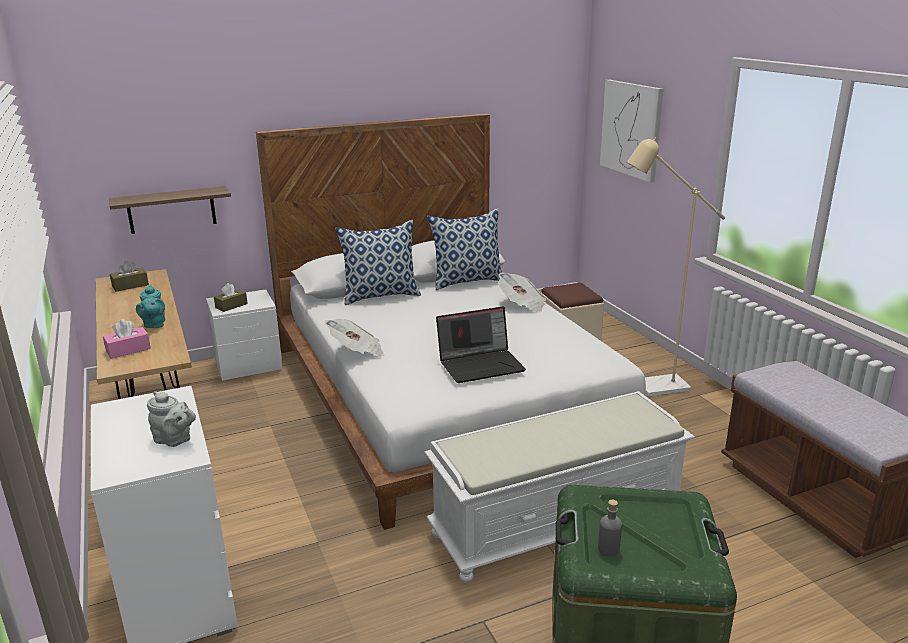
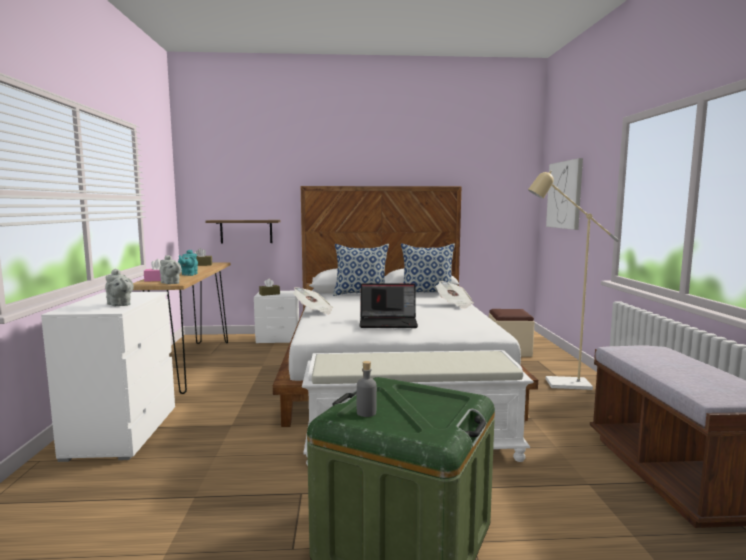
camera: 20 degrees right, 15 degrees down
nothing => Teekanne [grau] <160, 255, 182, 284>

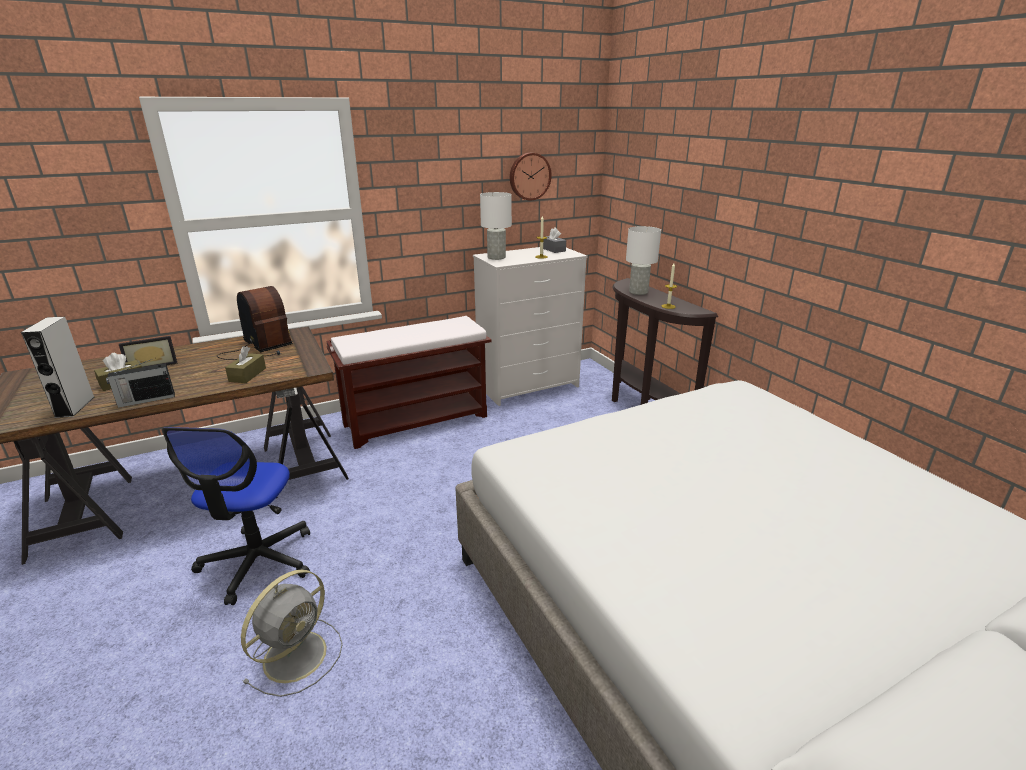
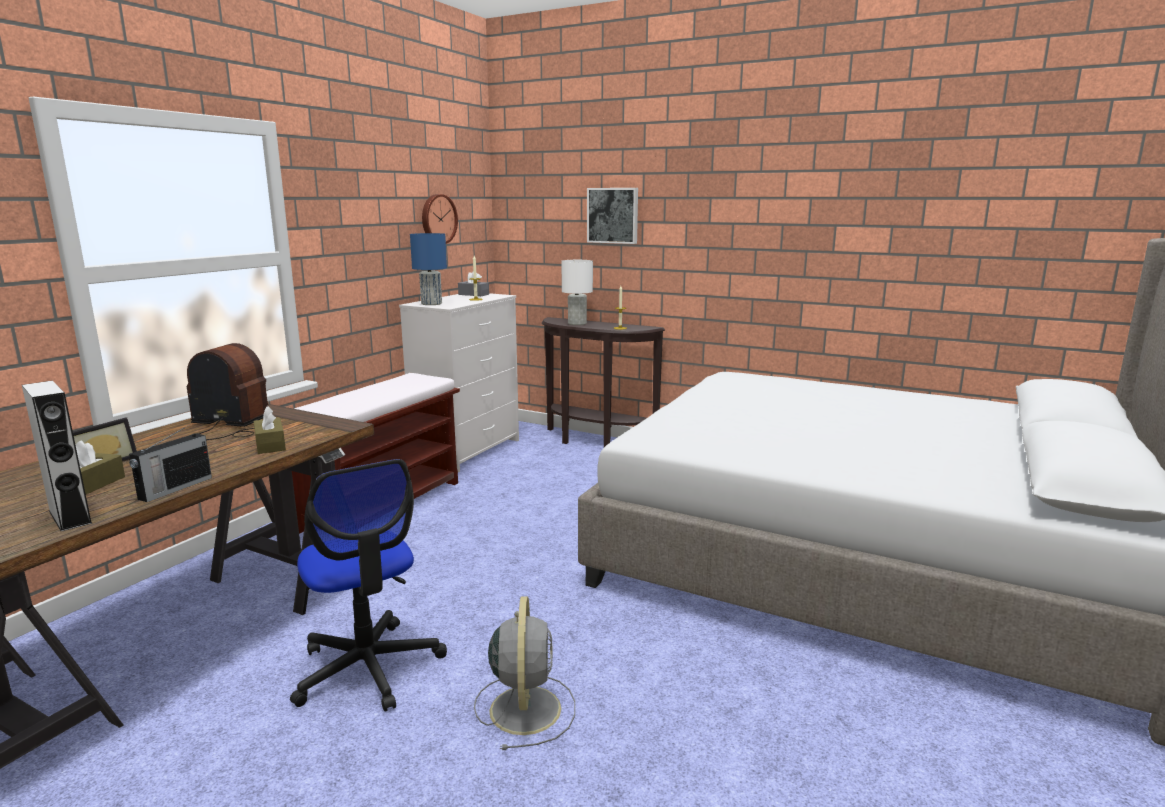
camera: 35 degrees left, 10 degrees down
Tischlampe [weiß] <480, 192, 512, 260> => Tischlampe [blau] <410, 233, 447, 305>
nothing => Bild <587, 188, 638, 244>

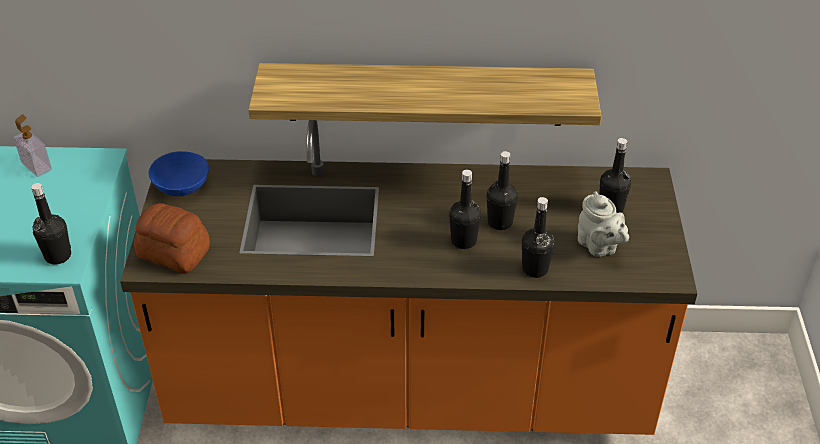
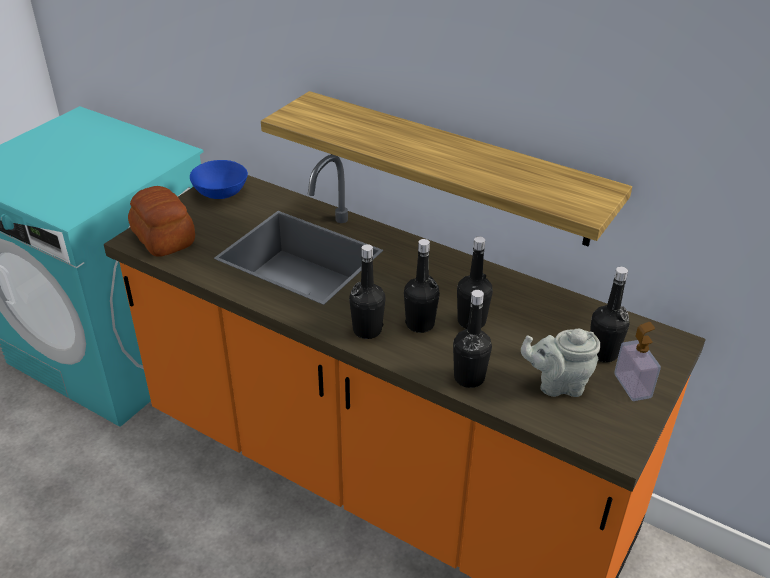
camera: 30 degrees right, 5 degrees down
Flasche [schwarz] <31, 183, 71, 264> => Flasche [schwarz] <349, 244, 385, 339>, moved
Teekanne [grau] <578, 191, 629, 257> => Teekanne [grau] <521, 328, 600, 397>, 90 degrees clockwise
Seifenspender <14, 114, 52, 177> => Seifenspender <614, 322, 661, 401>, moved

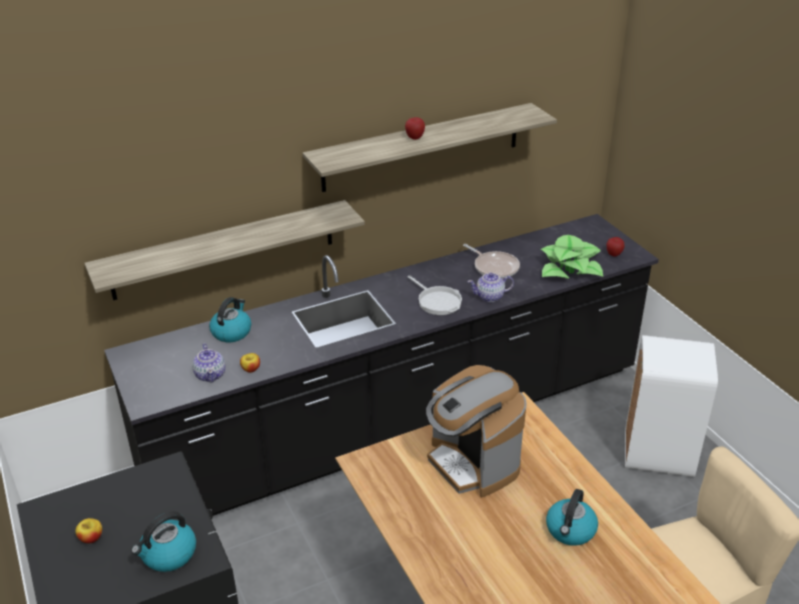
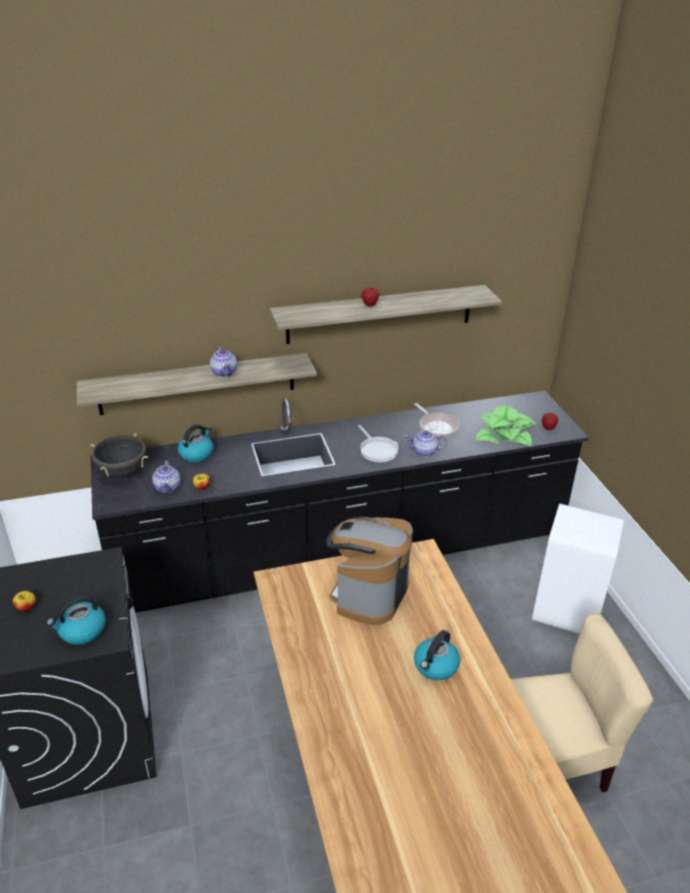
camera: 10 degrees right, 0 degrees up
nothing => Kochtopf [schwarz] <90, 433, 148, 478>
nothing => Teekanne <210, 347, 237, 377>
Kaffeemaschine <426, 365, 526, 497> => Kaffeemaschine <326, 517, 413, 625>, 45 degrees clockwise

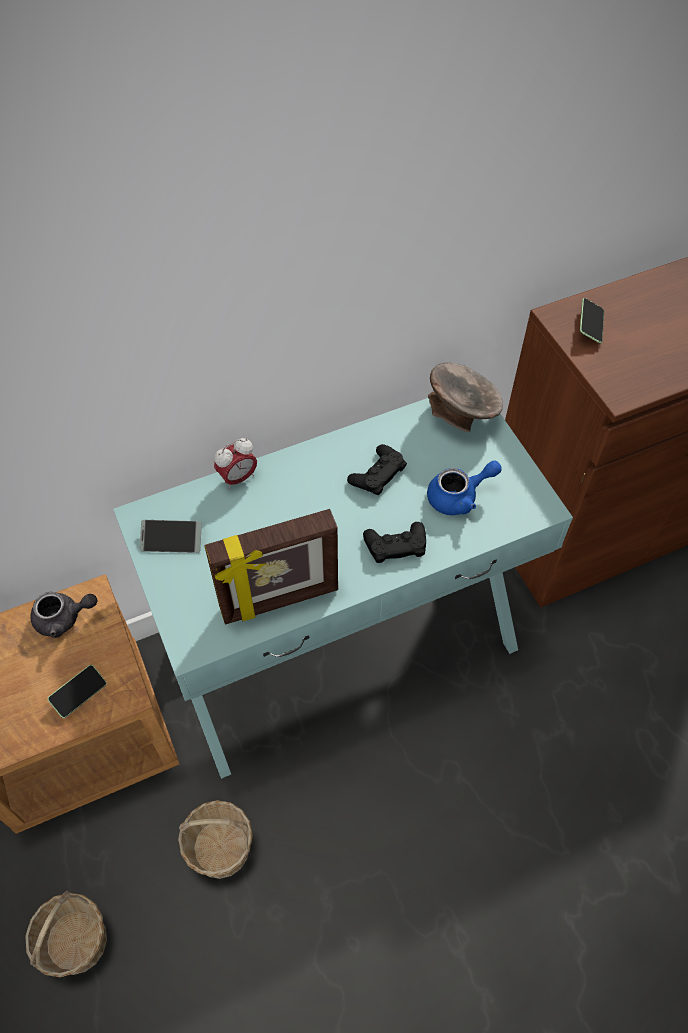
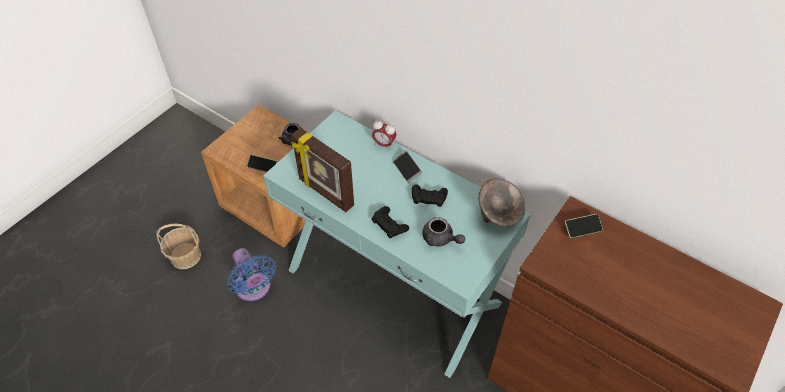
camera: 60 degrees right, 5 degrees down
Korb <178, 800, 253, 879> => Ventilator [blau] <227, 248, 276, 301>
Handy <140, 520, 202, 553> => Handy <392, 150, 422, 183>, moved
Teekanne [blau] <427, 461, 502, 515> => Teekanne [grau] <422, 217, 465, 246>

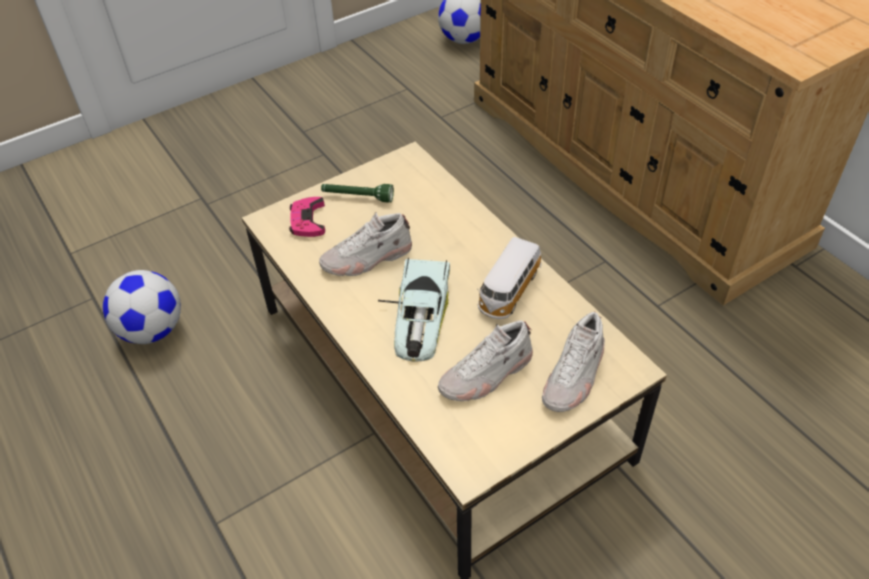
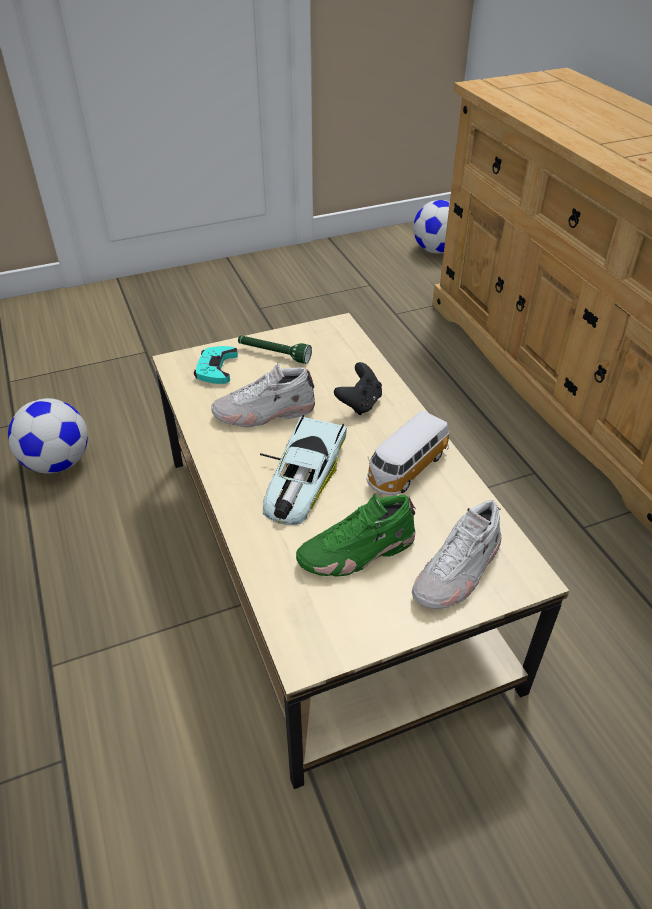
camera: 10 degrees right, 5 degrees down
Gamepad [rosa] <289, 197, 325, 237> => Gamepad [türkis] <194, 346, 238, 384>
Schuh [weiß] <438, 320, 533, 401> => Schuh [grün] <296, 493, 416, 577>
nothing => Gamepad [schwarz] <334, 362, 382, 415>

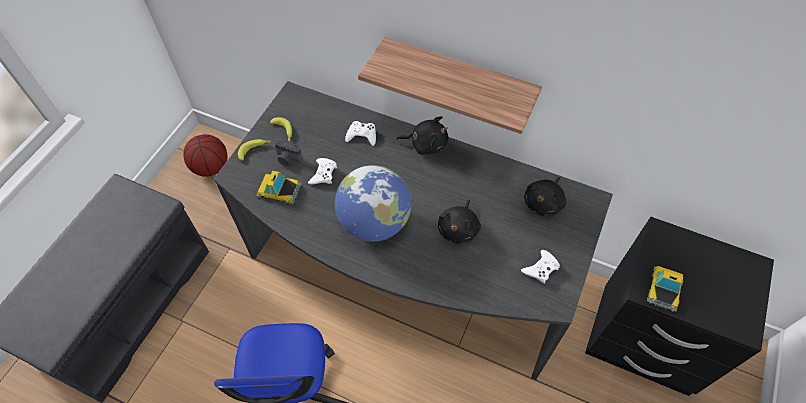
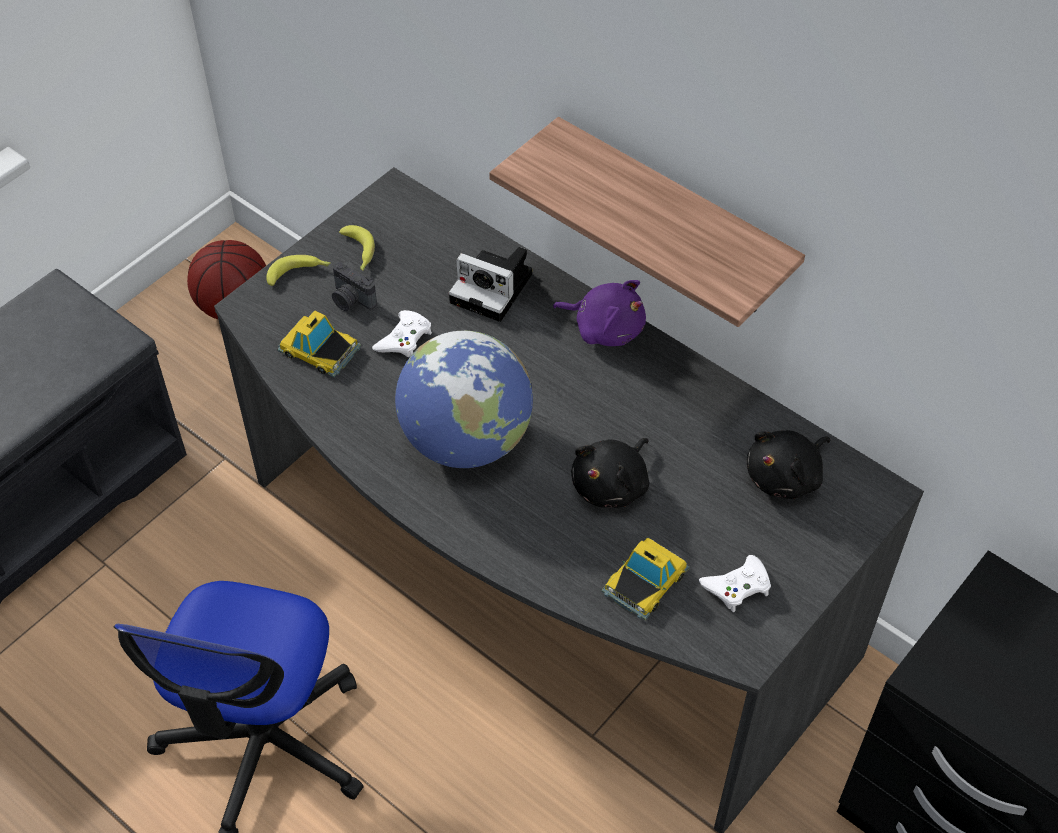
camera: 15 degrees right, 5 degrees down
Gamepad [weiß] <345, 121, 376, 146> => Kamera <449, 247, 532, 322>
Plüschtier [schwarz] <396, 116, 448, 155> => Plüschtier [lila] <553, 280, 646, 346>
Spielzeugauto <647, 266, 683, 312> => Spielzeugauto <601, 538, 690, 620>, moved

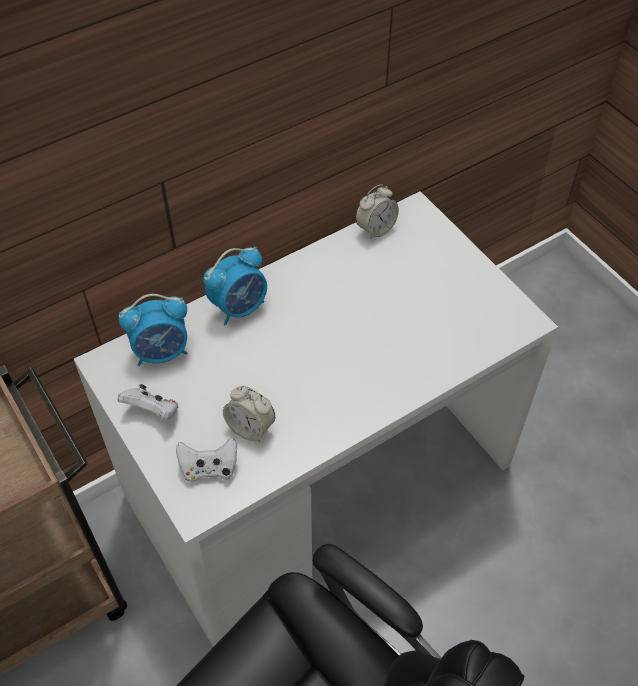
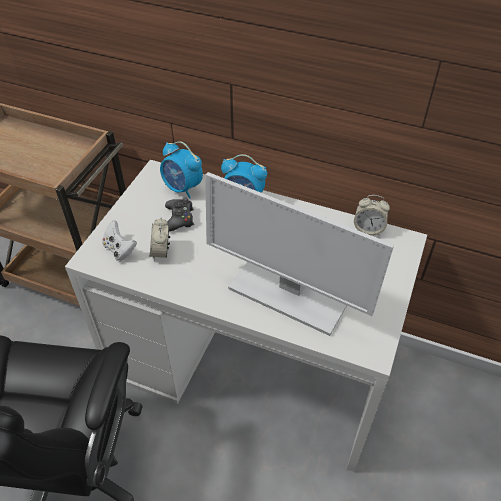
camera: 55 degrees right, 5 degrees down
nothing => Gamepad [schwarz] <165, 198, 194, 231>
nothing => Monitor <205, 172, 394, 336>
Gamepad [weiß] <118, 384, 179, 420> => nothing

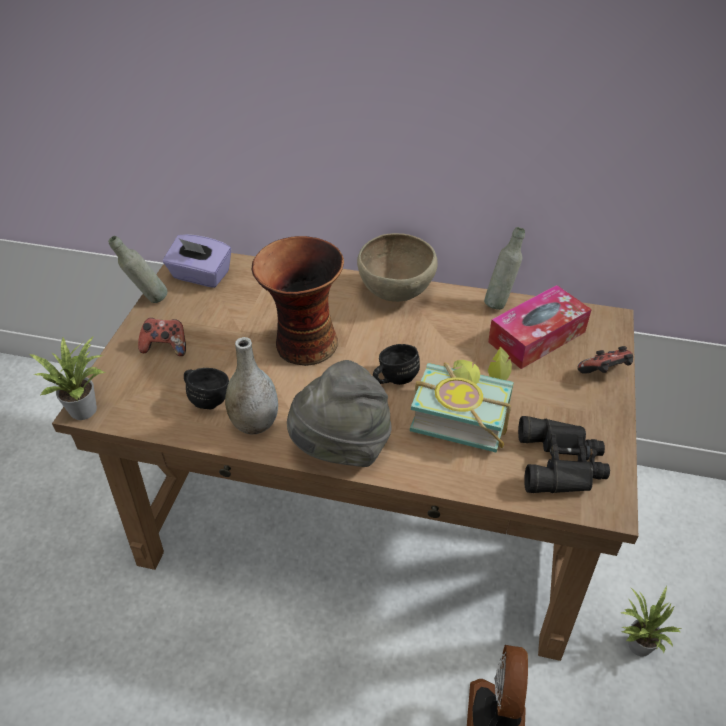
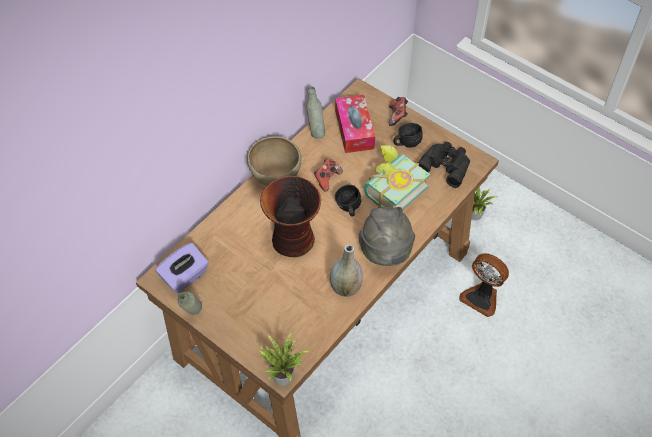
camera: 65 degrees left, 10 degrees up
Gamepad <138, 318, 186, 356> => Gamepad <314, 158, 343, 192>, moved
Henkelbecher [schwarz] <184, 368, 229, 410> => Henkelbecher [schwarz] <393, 123, 423, 148>, moved

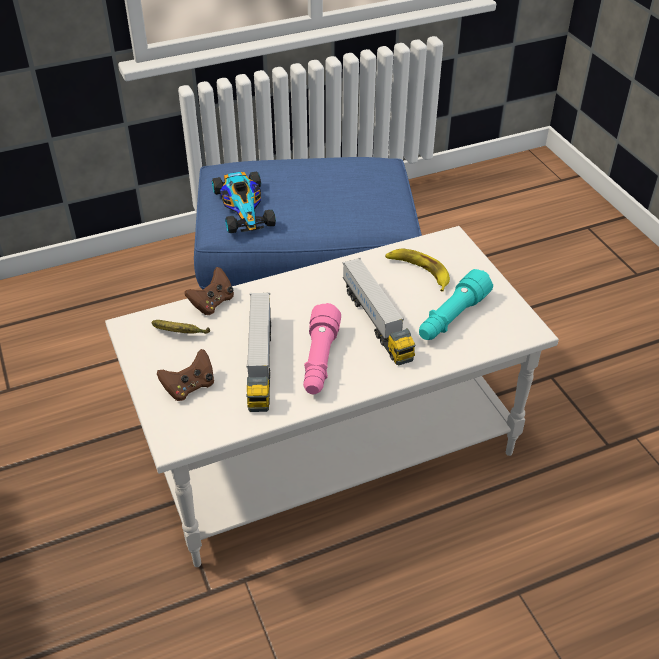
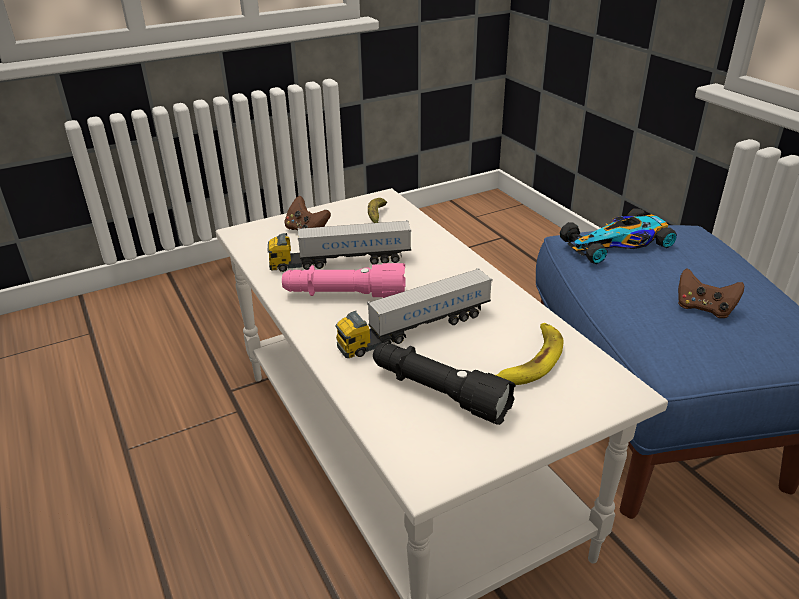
camera: 85 degrees right, 10 degrees down
Taschenlampe [türkis] <419, 269, 493, 340> => Taschenlampe [schwarz] <373, 342, 516, 425>
Gamepad [braun] <185, 267, 234, 315> => Gamepad [braun] <678, 268, 744, 318>, moved

